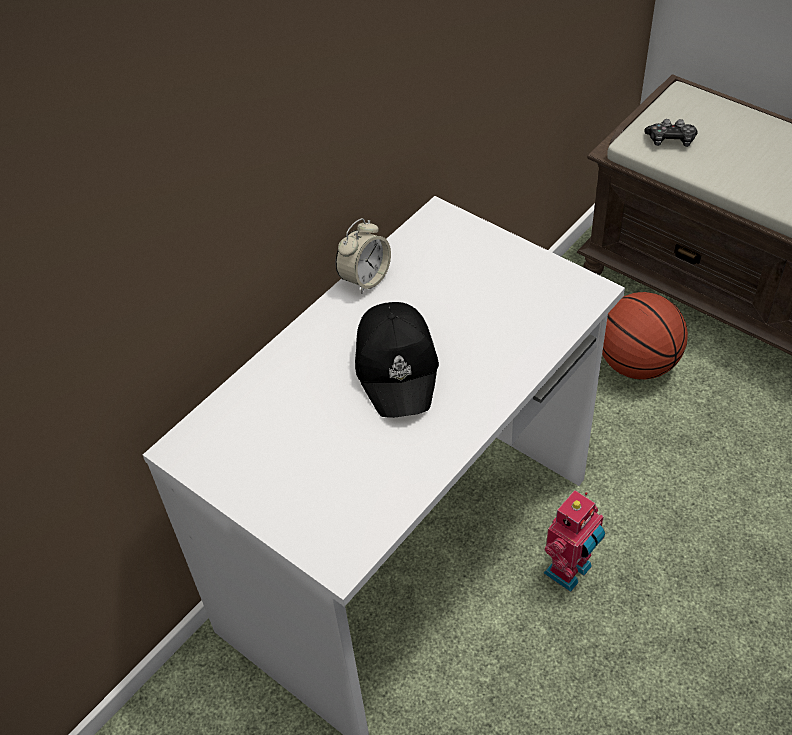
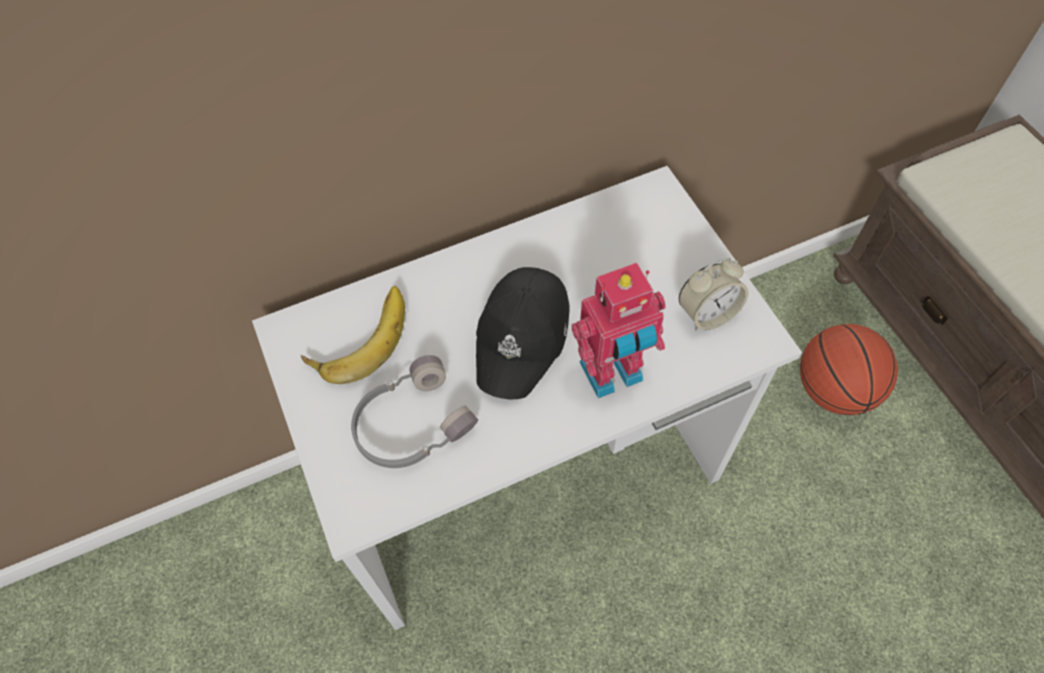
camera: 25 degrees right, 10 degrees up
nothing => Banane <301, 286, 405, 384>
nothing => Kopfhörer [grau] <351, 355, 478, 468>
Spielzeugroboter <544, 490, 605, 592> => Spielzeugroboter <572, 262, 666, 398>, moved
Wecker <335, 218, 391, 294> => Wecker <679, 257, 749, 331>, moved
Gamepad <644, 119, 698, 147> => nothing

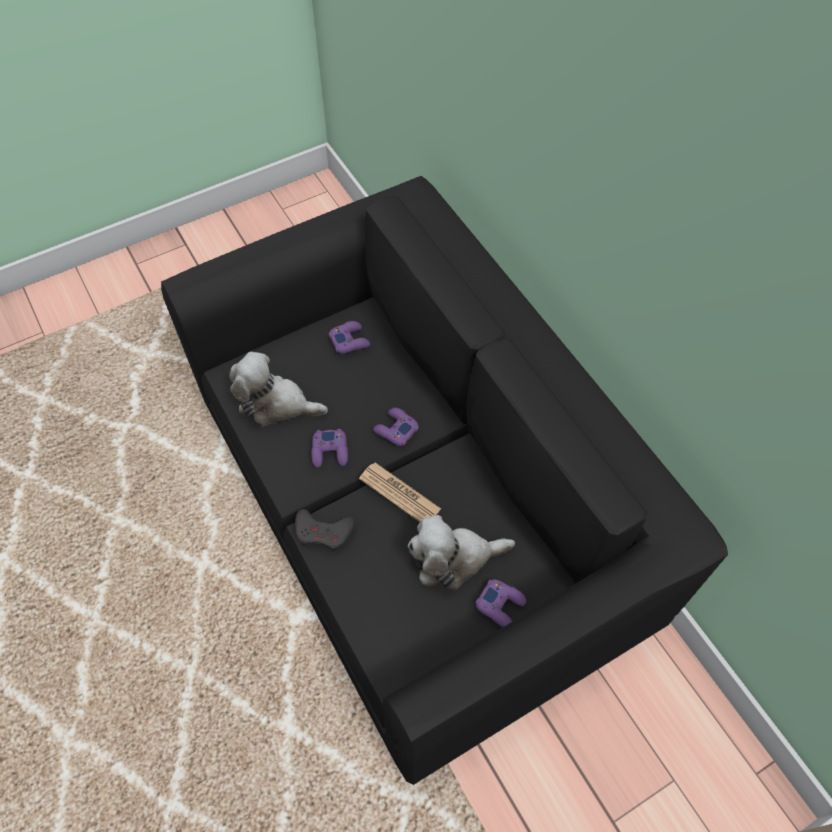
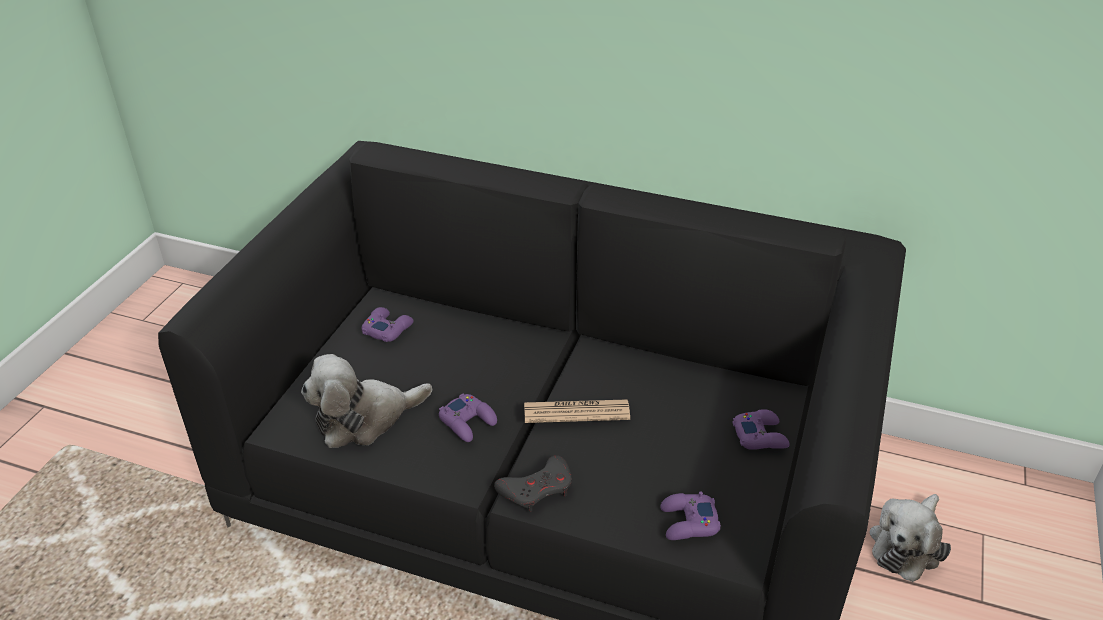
camera: 40 degrees left, 20 degrees down
Gamepad [lila] <373, 408, 419, 446> => Gamepad [lila] <660, 491, 721, 540>, moved
Plüschtier <408, 515, 515, 590> => Plüschtier <869, 494, 951, 582>, moved

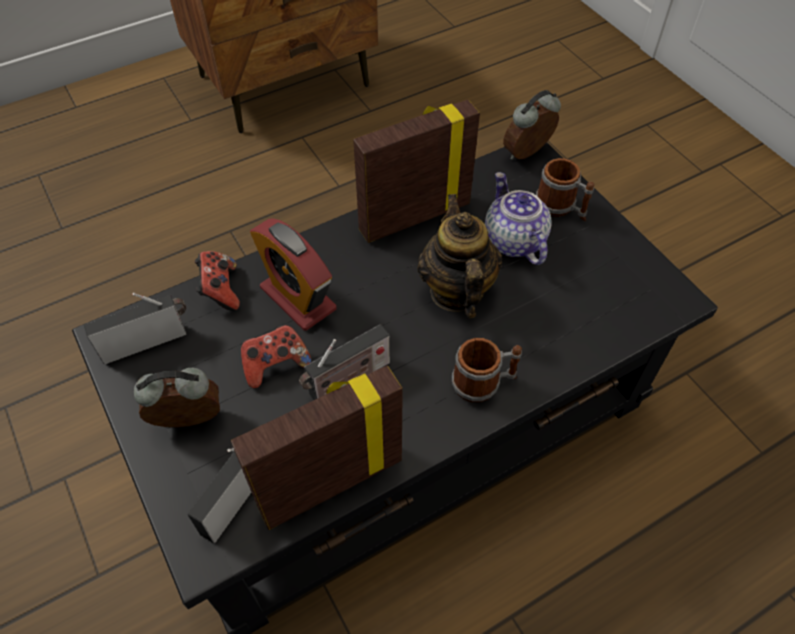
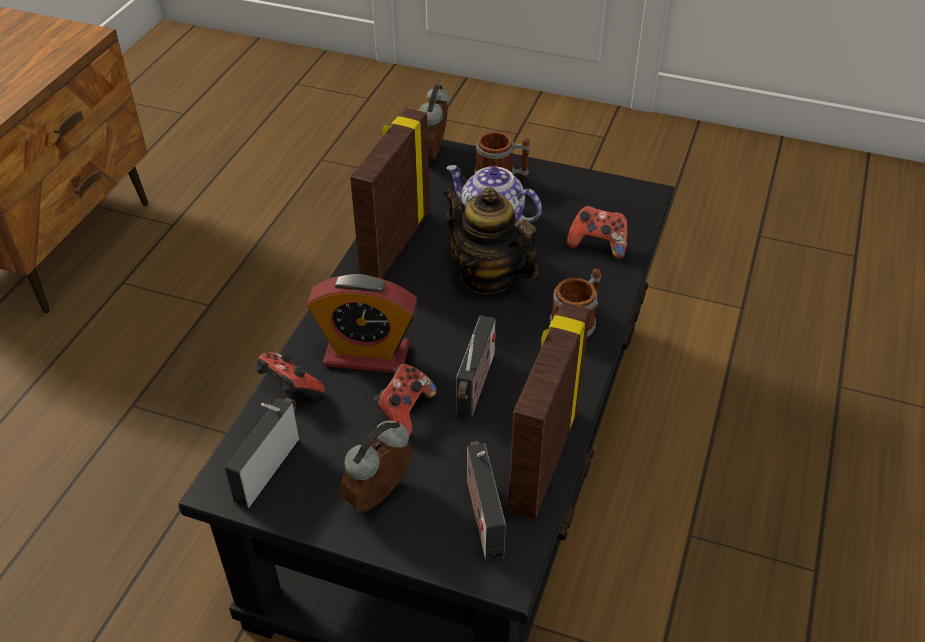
camera: 40 degrees left, 10 degrees down
nothing => Gamepad <567, 206, 628, 259>

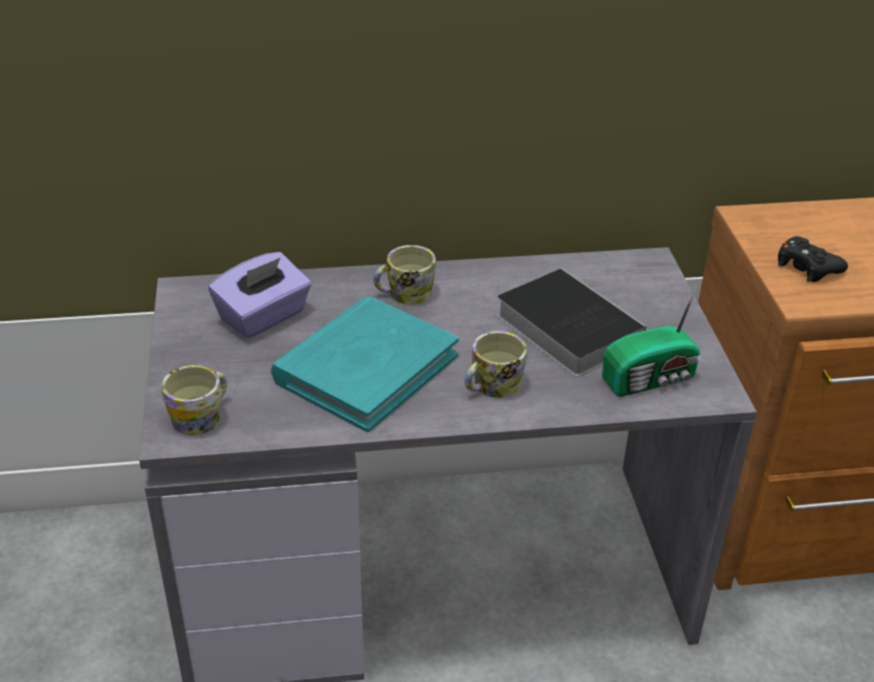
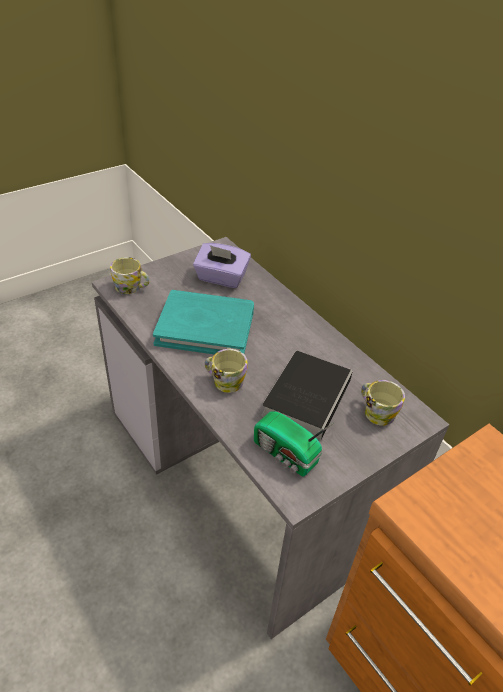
camera: 60 degrees right, 5 degrees up
Henkelbecher <373, 245, 436, 305> => Henkelbecher <361, 380, 405, 426>, moved
Gamepad [schwarz] <778, 236, 848, 282> => nothing

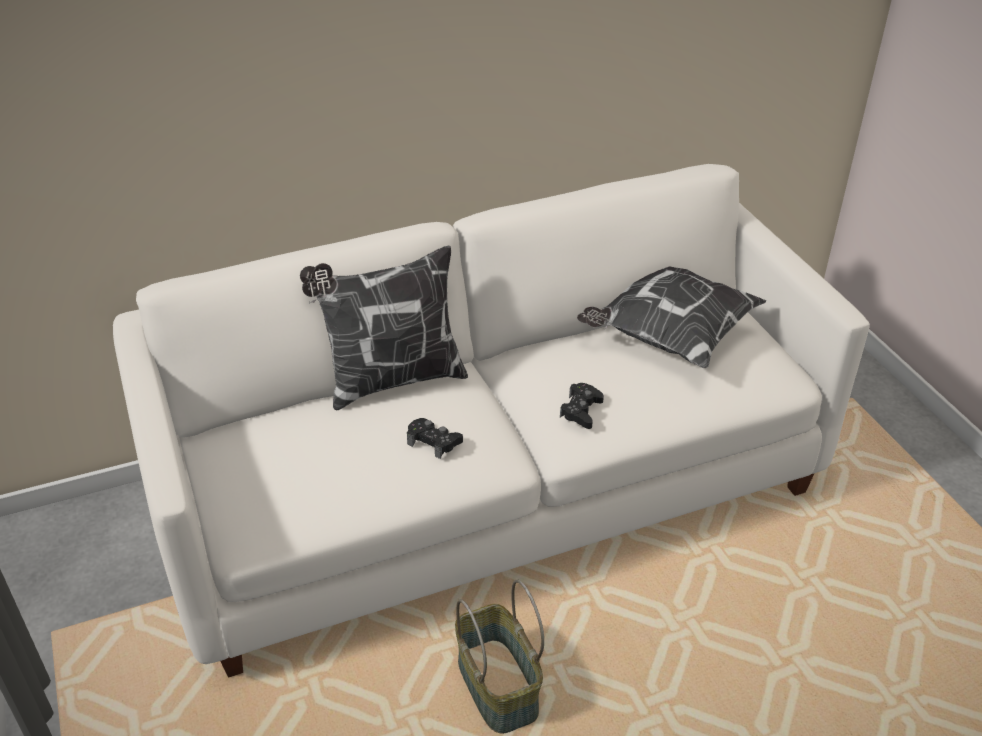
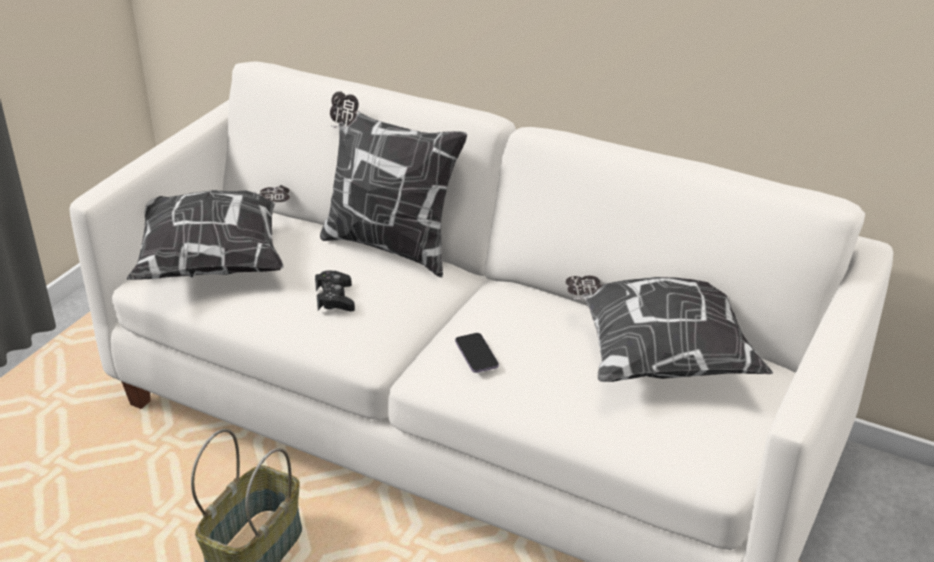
camera: 50 degrees right, 5 degrees down
nothing => Kissen <127, 185, 290, 280>
Gamepad [schwarz] <560, 383, 604, 429> => Handy <455, 333, 499, 373>

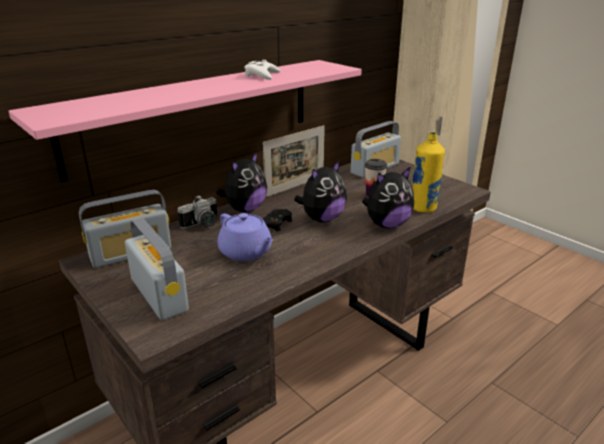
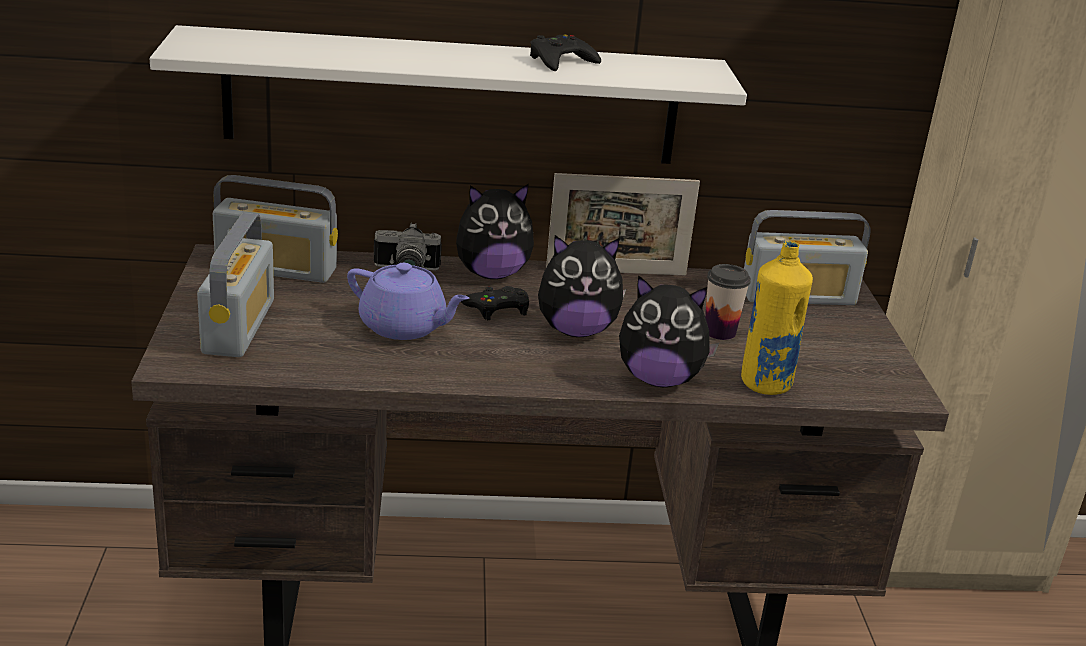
camera: 35 degrees right, 0 degrees up
Wandregal [rosa] <8, 60, 362, 183> => Wandregal [weiß] <150, 25, 747, 164>
Teekanne [lila] <218, 213, 273, 261> => Teekanne [lila] <347, 263, 469, 340>, 60 degrees counterclockwise
Gamepad [weiß] <244, 60, 280, 80> => Gamepad [schwarz] <530, 35, 601, 71>

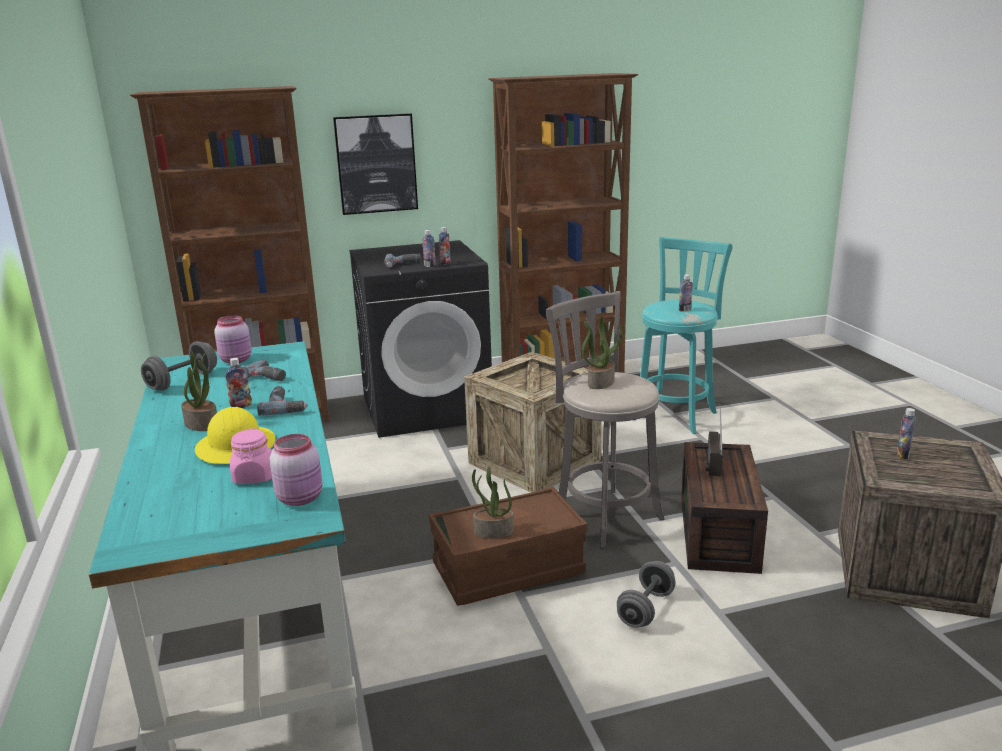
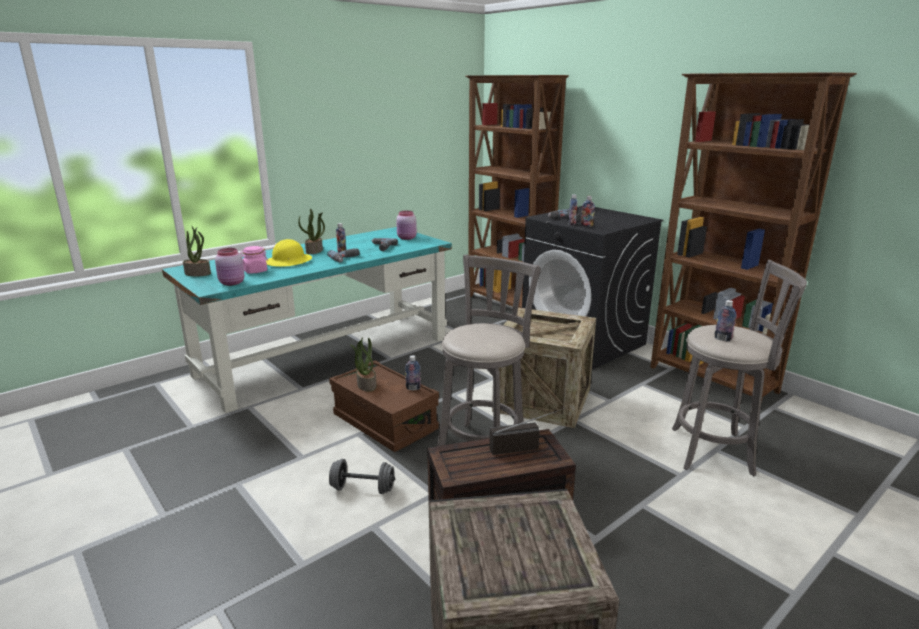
camera: 65 degrees right, 0 degrees up
Topfpflanze <582, 317, 622, 389> => Topfpflanze <183, 227, 211, 276>, moved
Flasche <896, 408, 916, 460> => Flasche <405, 355, 421, 390>, moved
Hocker [türkis] <640, 237, 733, 434> => Hocker [grau] <672, 260, 807, 476>
Hantel [grau] <141, 341, 217, 391> => nothing
Bild <333, 113, 418, 215> => nothing

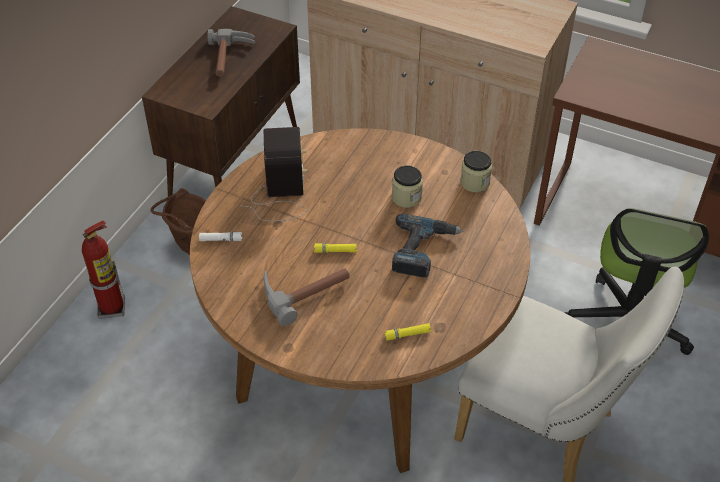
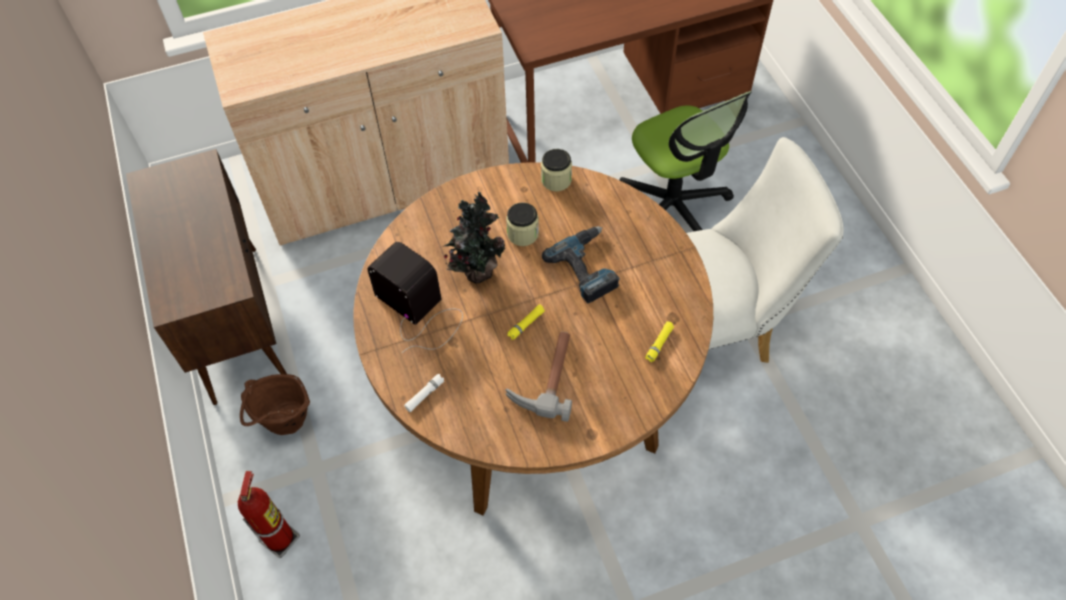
camera: 45 degrees left, 10 degrees up
nothing => Topfpflanze <443, 192, 505, 283>
Hammer <208, 29, 256, 77> => nothing

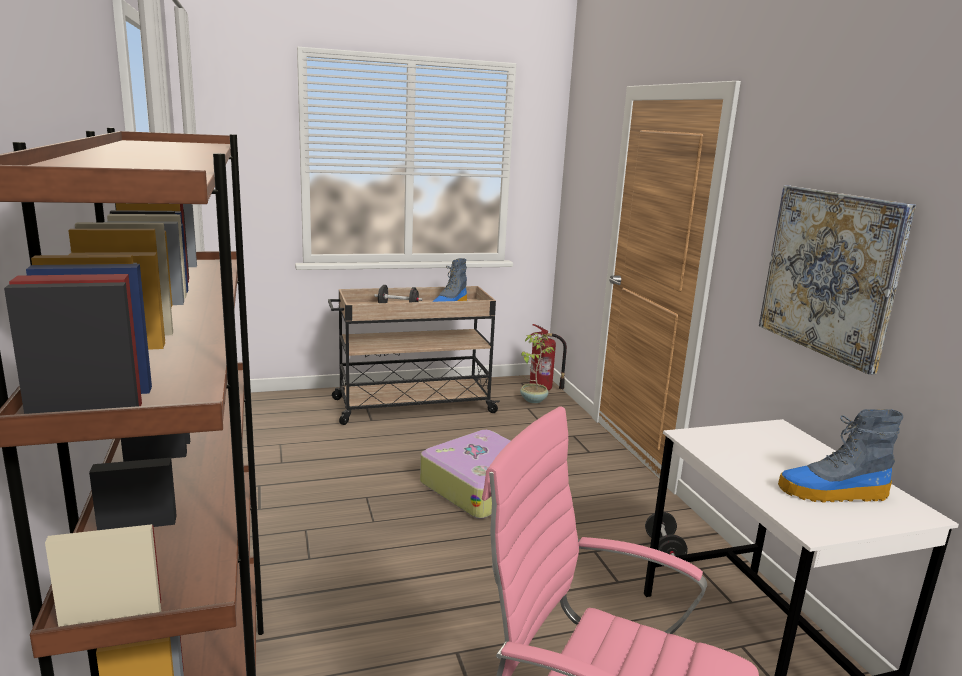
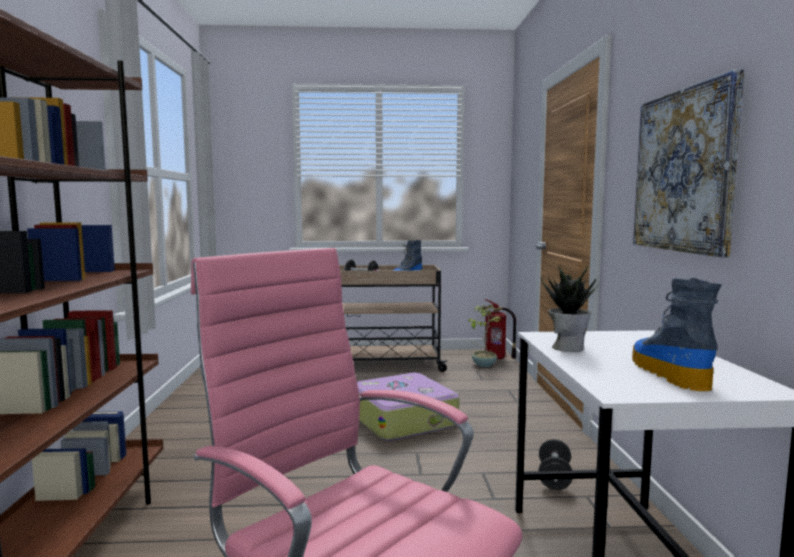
camera: 15 degrees right, 10 degrees down
nothing => Topfpflanze <540, 265, 598, 352>
Stiefel <778, 409, 903, 503> => Stiefel <632, 278, 722, 391>, 75 degrees clockwise

